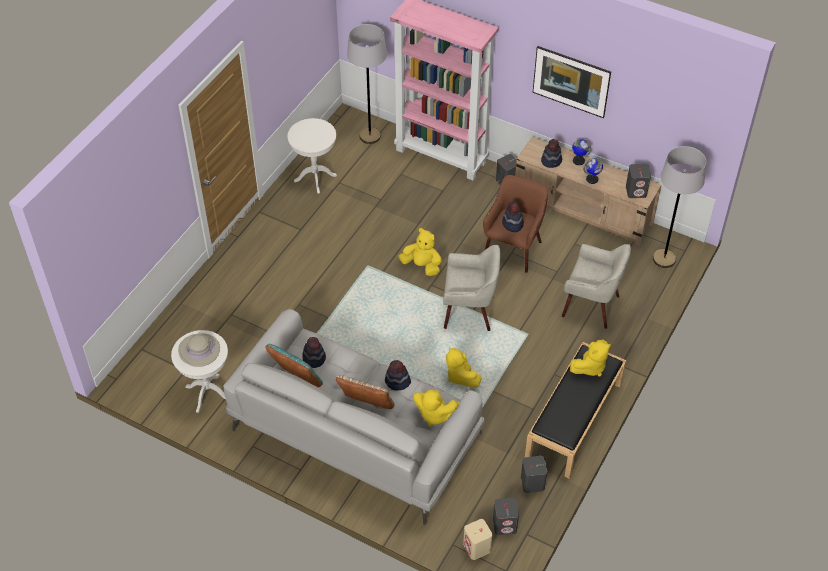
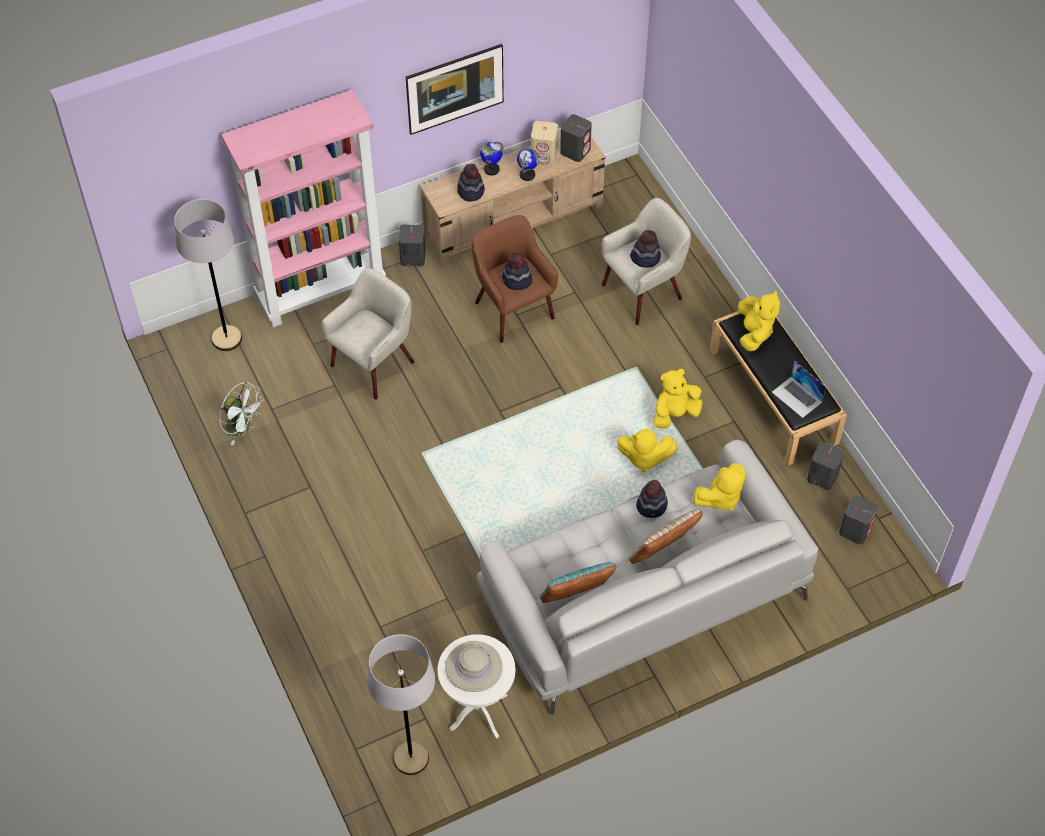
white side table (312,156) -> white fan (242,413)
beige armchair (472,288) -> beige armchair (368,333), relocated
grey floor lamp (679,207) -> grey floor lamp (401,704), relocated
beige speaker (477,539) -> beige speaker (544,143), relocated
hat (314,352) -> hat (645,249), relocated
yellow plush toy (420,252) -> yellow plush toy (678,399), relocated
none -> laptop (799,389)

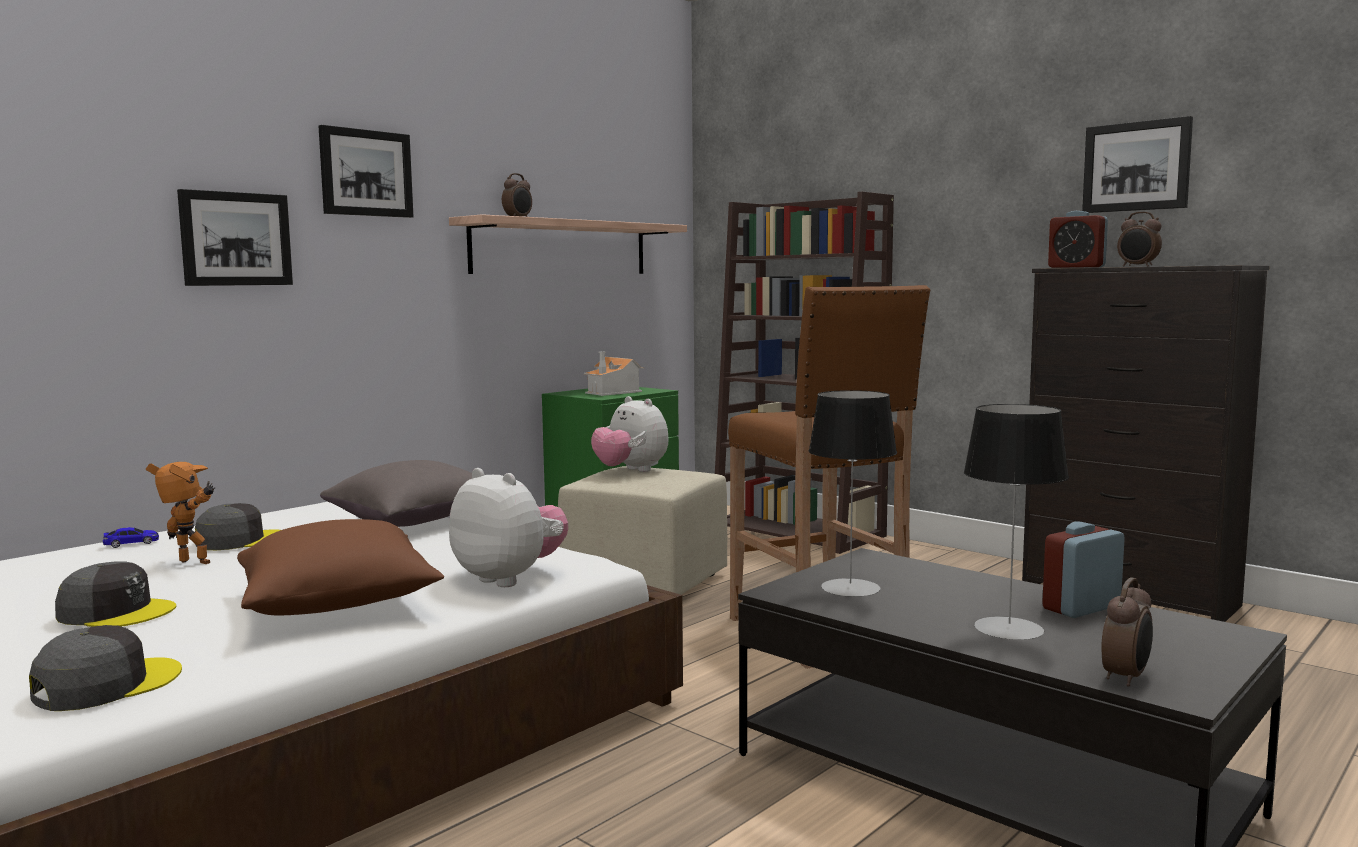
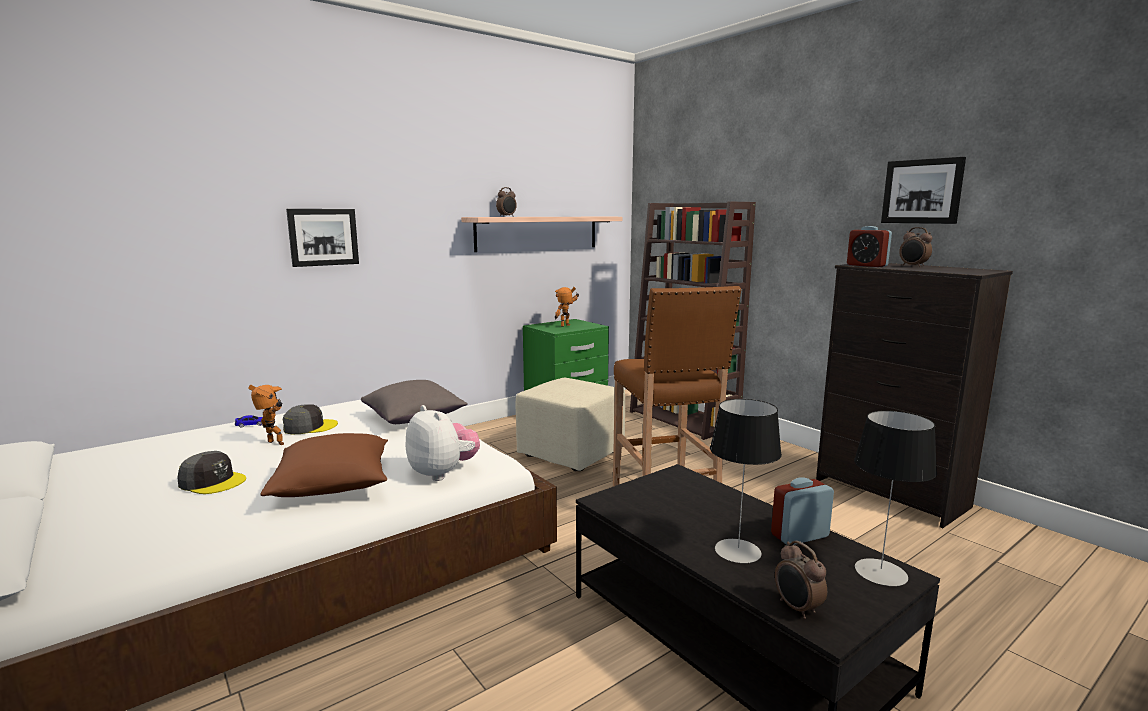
toy house (614,374) -> toy robot (567,307)
alarm clock (1127,632) -> alarm clock (801,580), 105 degrees clockwise
table lamp (853,493) -> table lamp (895,498), relocated
grey cap (105,668) -> none
picture (366,171) -> none
plush toy (630,434) -> none

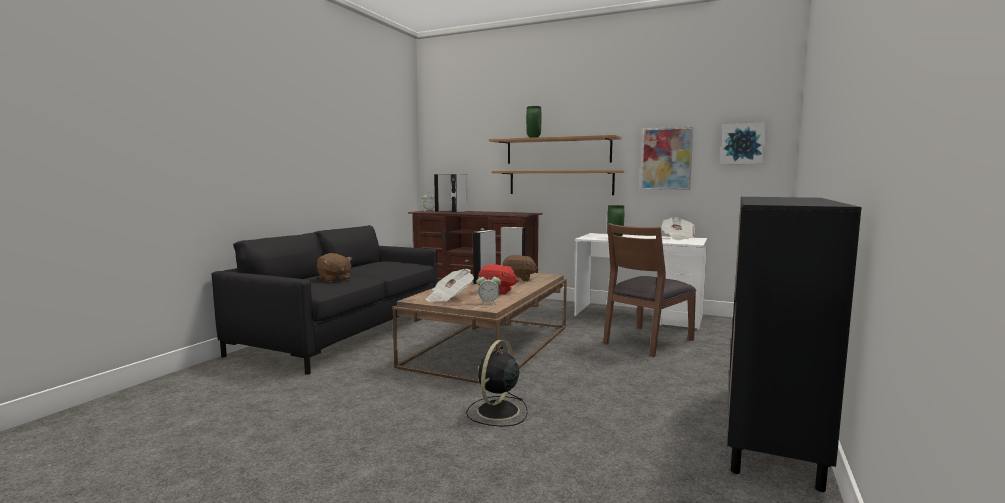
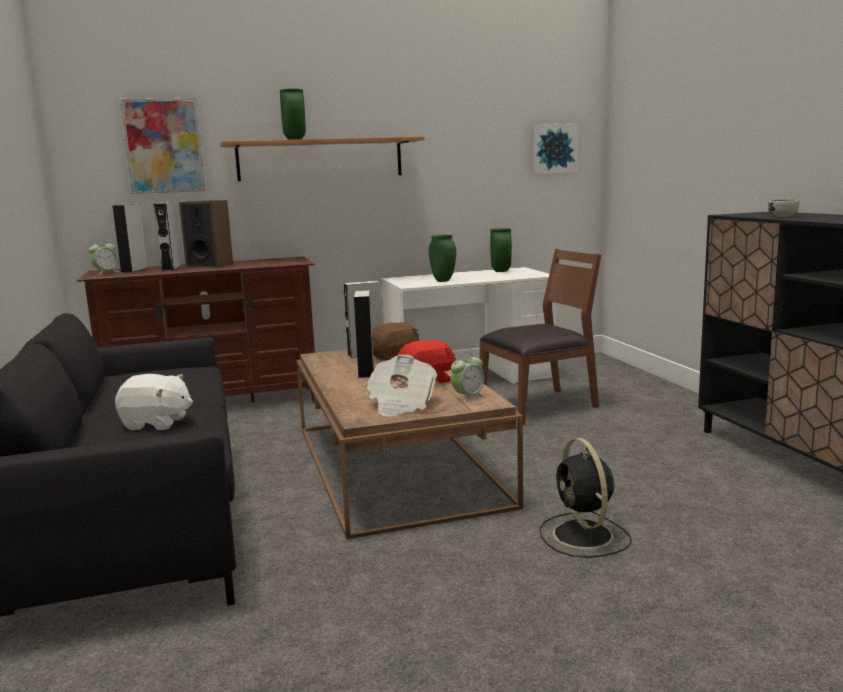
brown plush toy (334,268) -> white plush toy (154,402)
picture (667,158) -> picture (162,146), relocated
none -> speaker (206,234)
brown chair (649,290) -> brown chair (540,337), 120 degrees counterclockwise
newspaper (678,228) -> green vase (501,250)
none -> bowl (783,208)
shelf (558,182) -> none

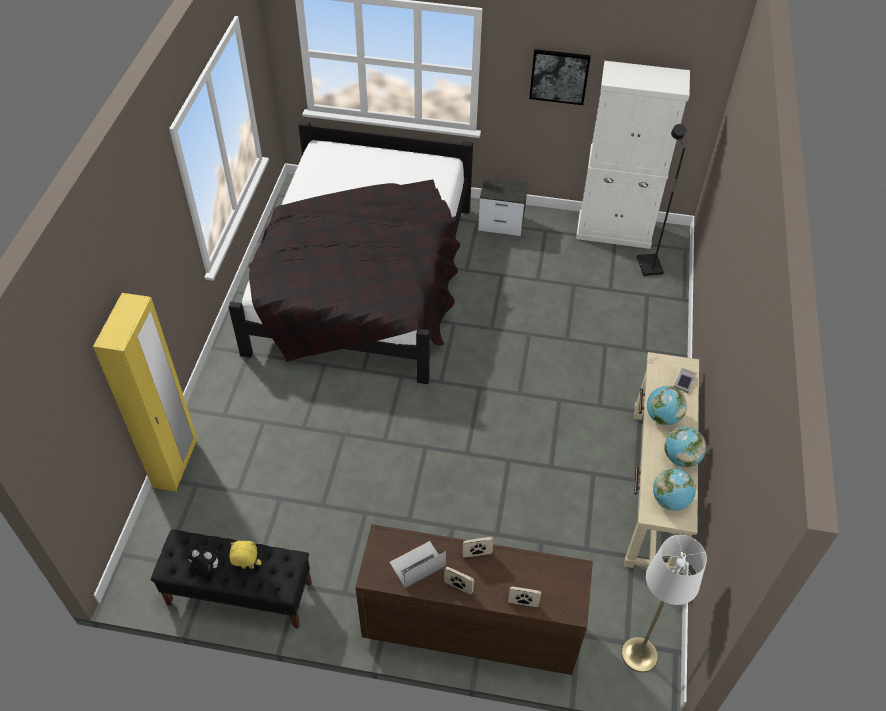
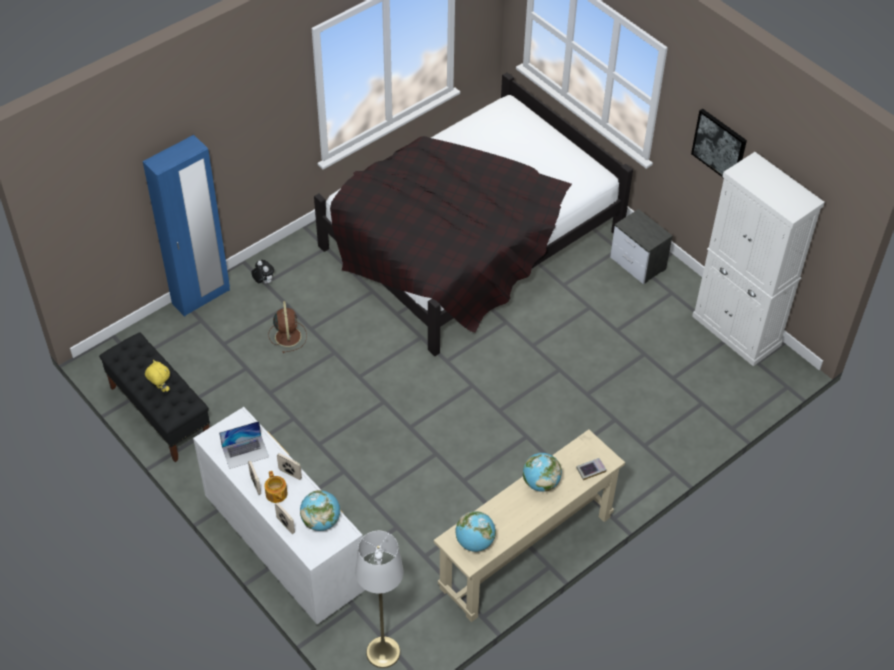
yellow wardrobe (145,392) -> blue wardrobe (186,226)
brown dresser (474,599) -> white dresser (279,515)
laptop (417,564) -> laptop (244,445), 150 degrees clockwise
plush toy (203,560) -> plush toy (262,272), relocated
none -> teapot (276,487)
none -> brown fan (287,327)
globe (685,447) -> globe (320,510), relocated
black floor lamp (661,200) -> none

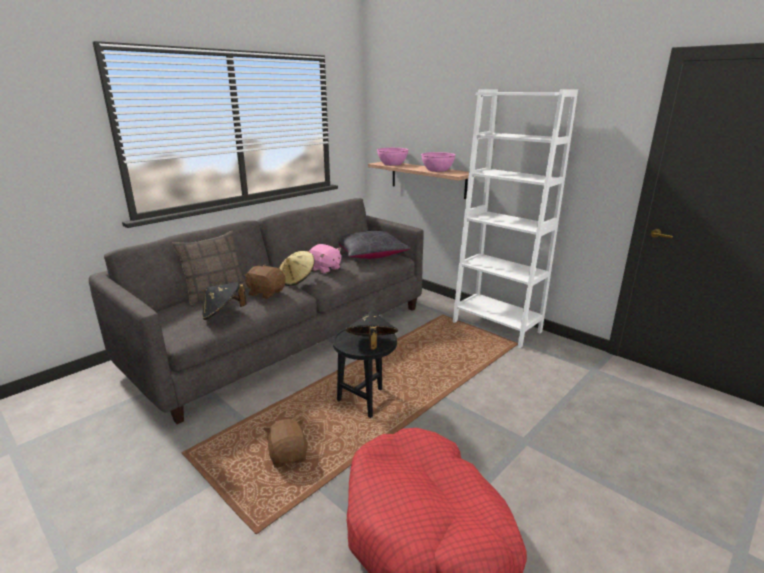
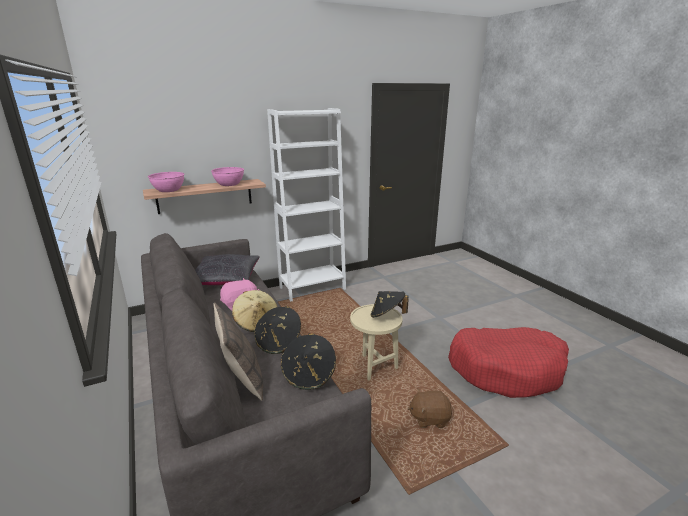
brown plush toy (265,282) -> black hat (277,330)
black side table (365,373) -> beige side table (376,342)

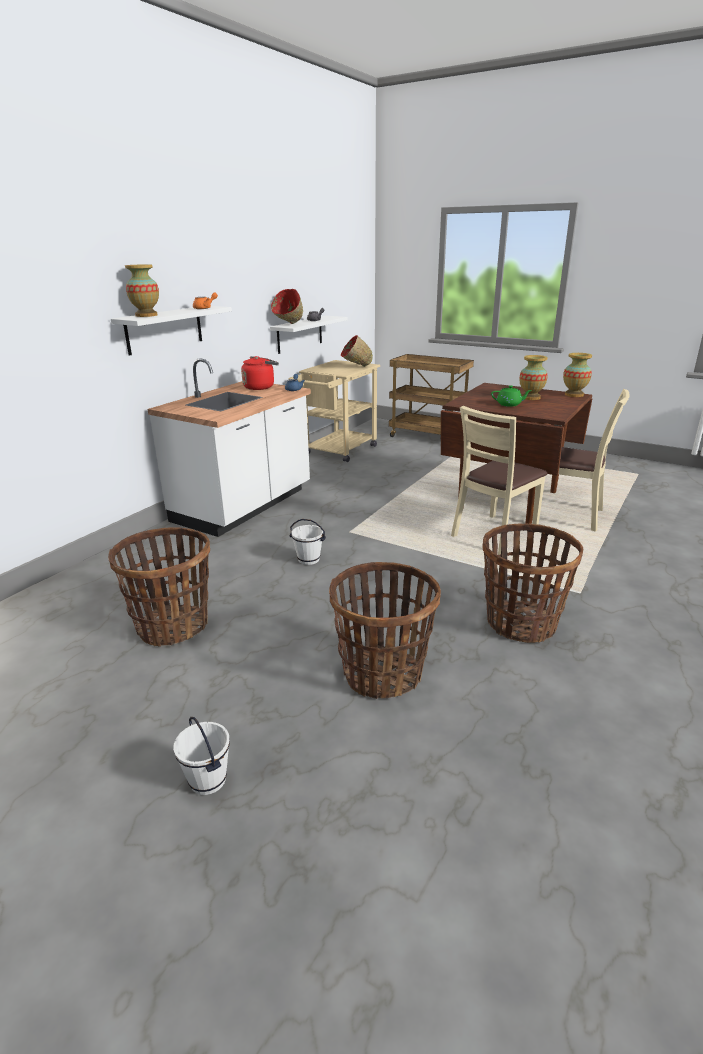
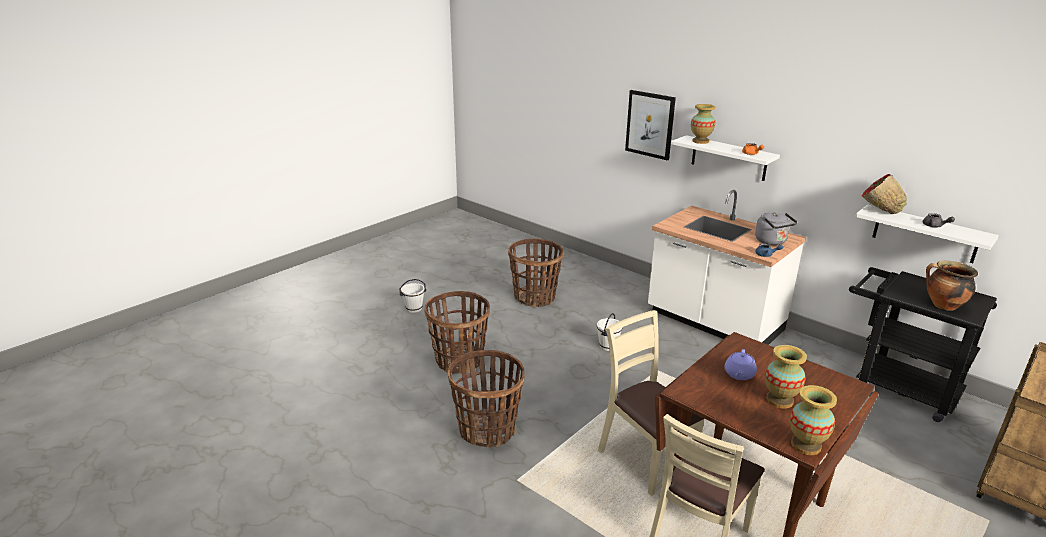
none -> picture (650,125)
green teapot (511,396) -> purple teapot (741,364)
red kettle (260,373) -> grey kettle (776,228)
beige cart (334,411) -> black cart (923,344)
red bowl (357,351) -> cooking pot (952,286)

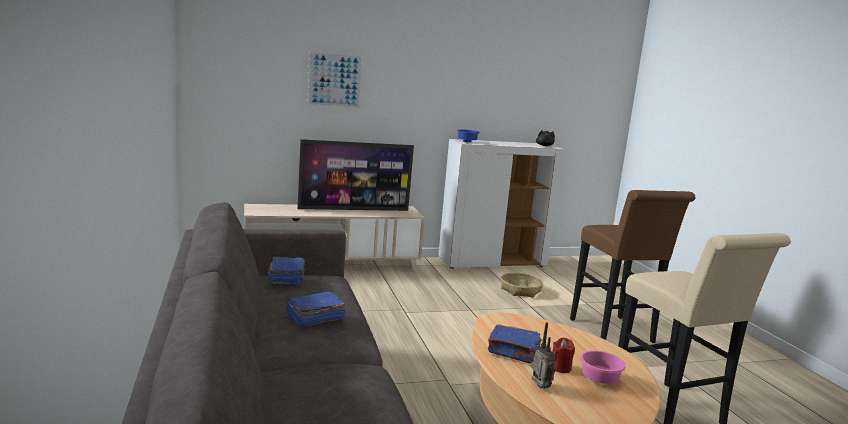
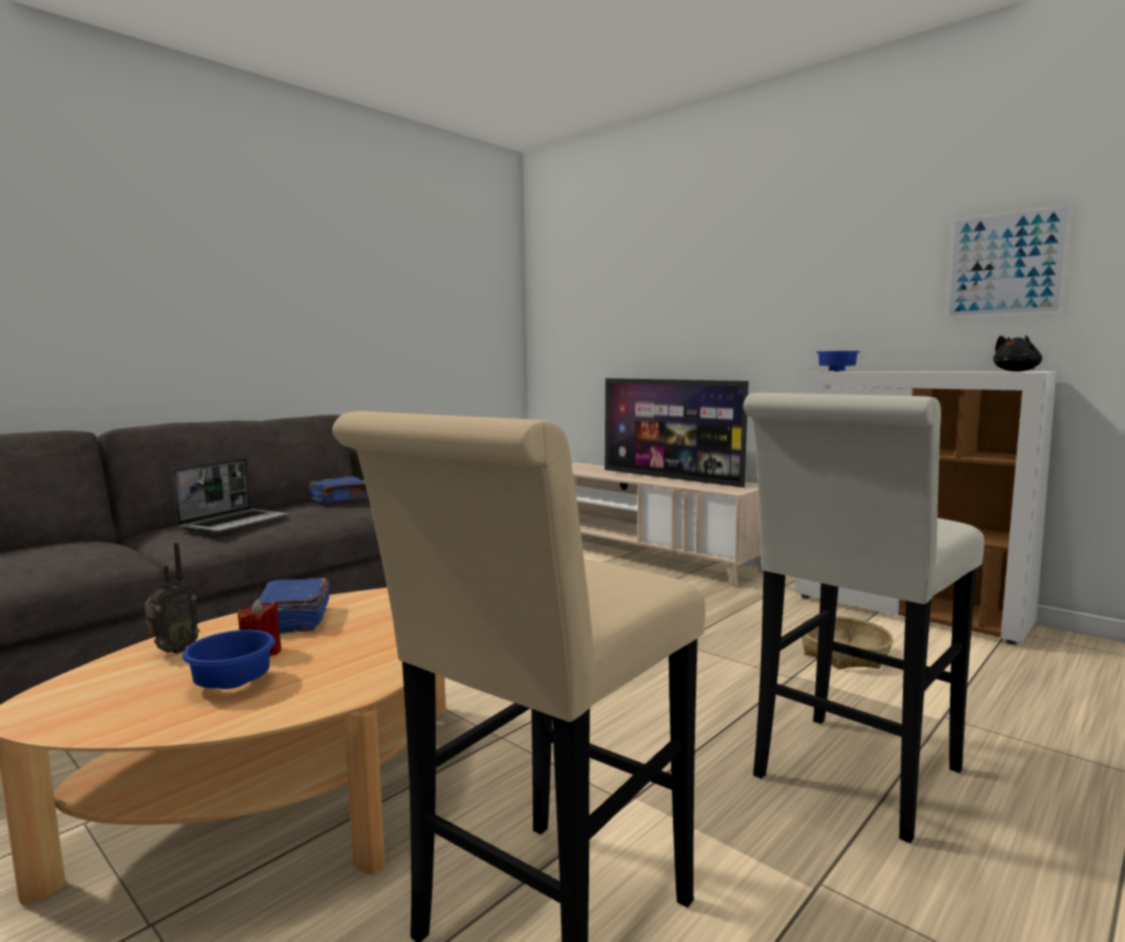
blue book (316,310) -> laptop (230,495)
pink bowl (603,367) -> blue bowl (228,659)
brown stool (633,266) -> white stool (863,618)
picture (335,80) -> picture (1009,261), relocated

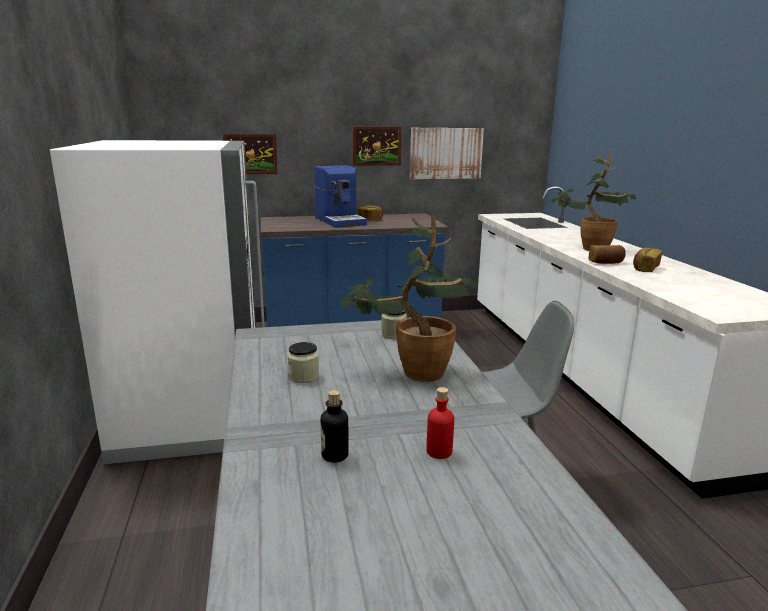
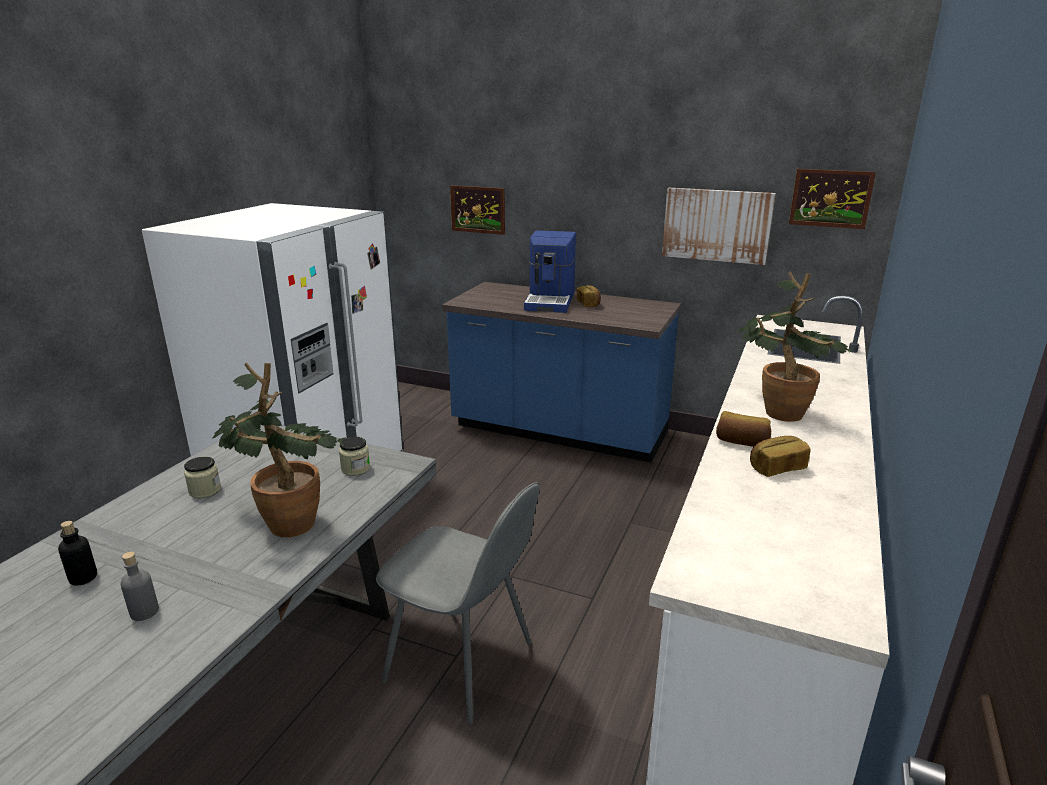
red bottle (440,423) -> grey bottle (140,586)
picture (377,146) -> picture (832,199), relocated

